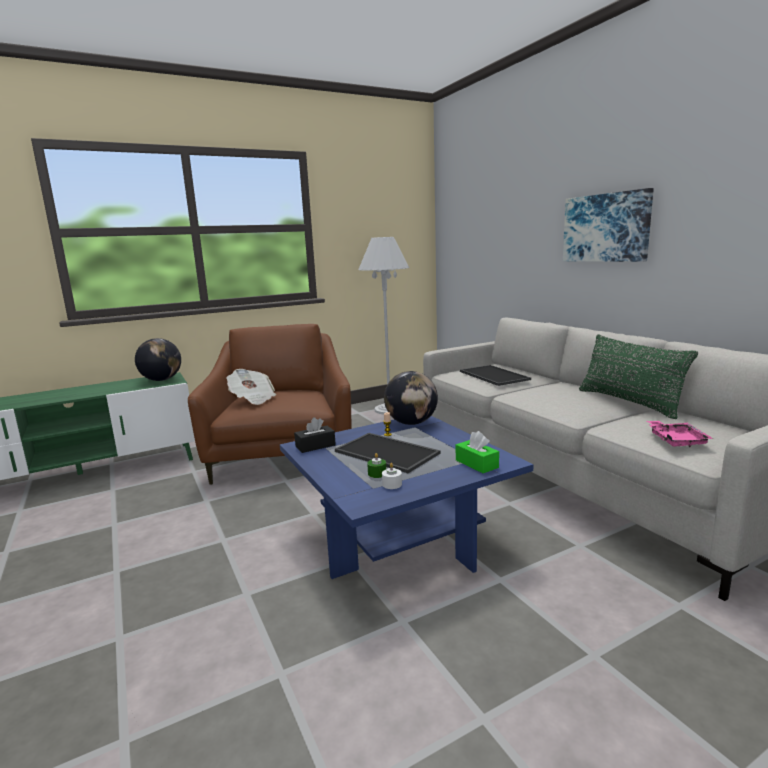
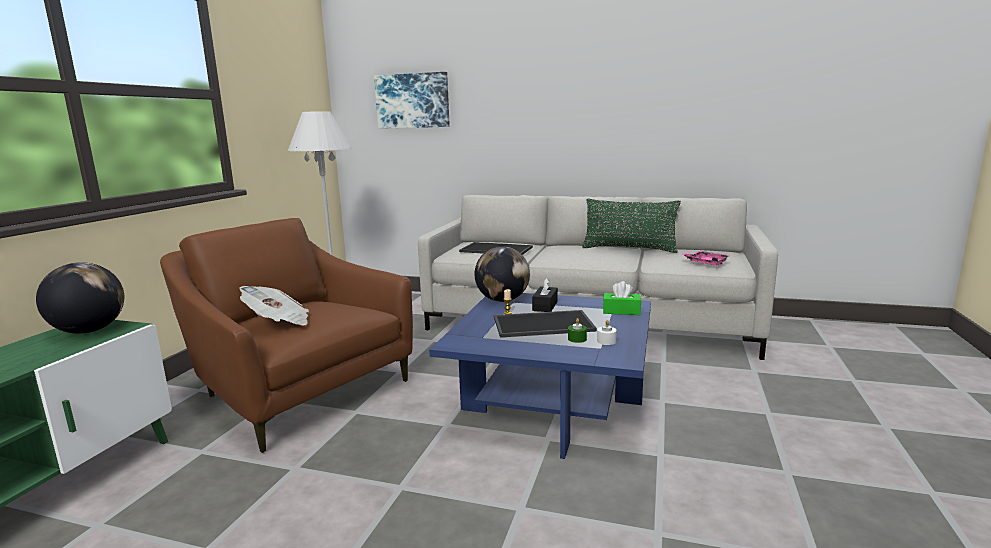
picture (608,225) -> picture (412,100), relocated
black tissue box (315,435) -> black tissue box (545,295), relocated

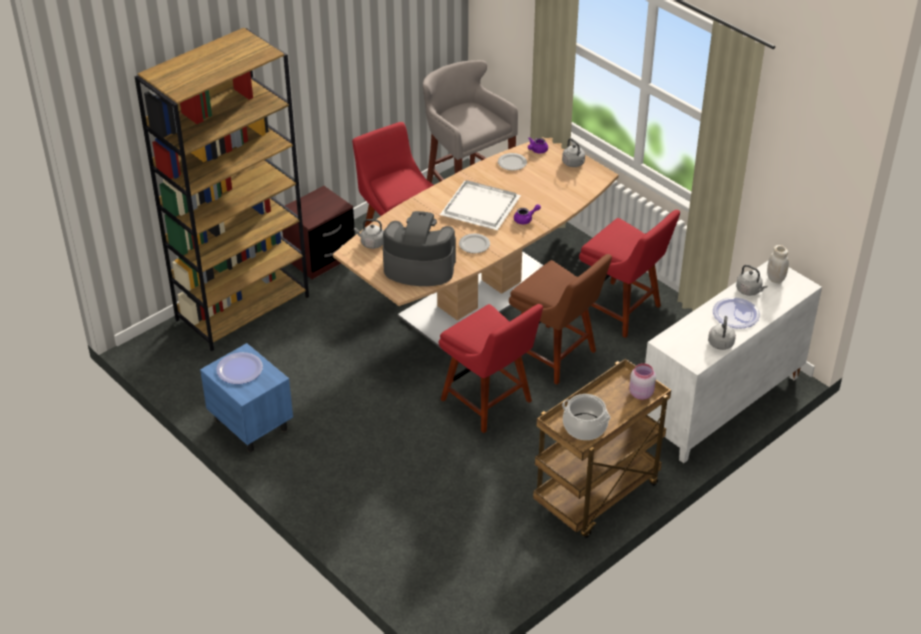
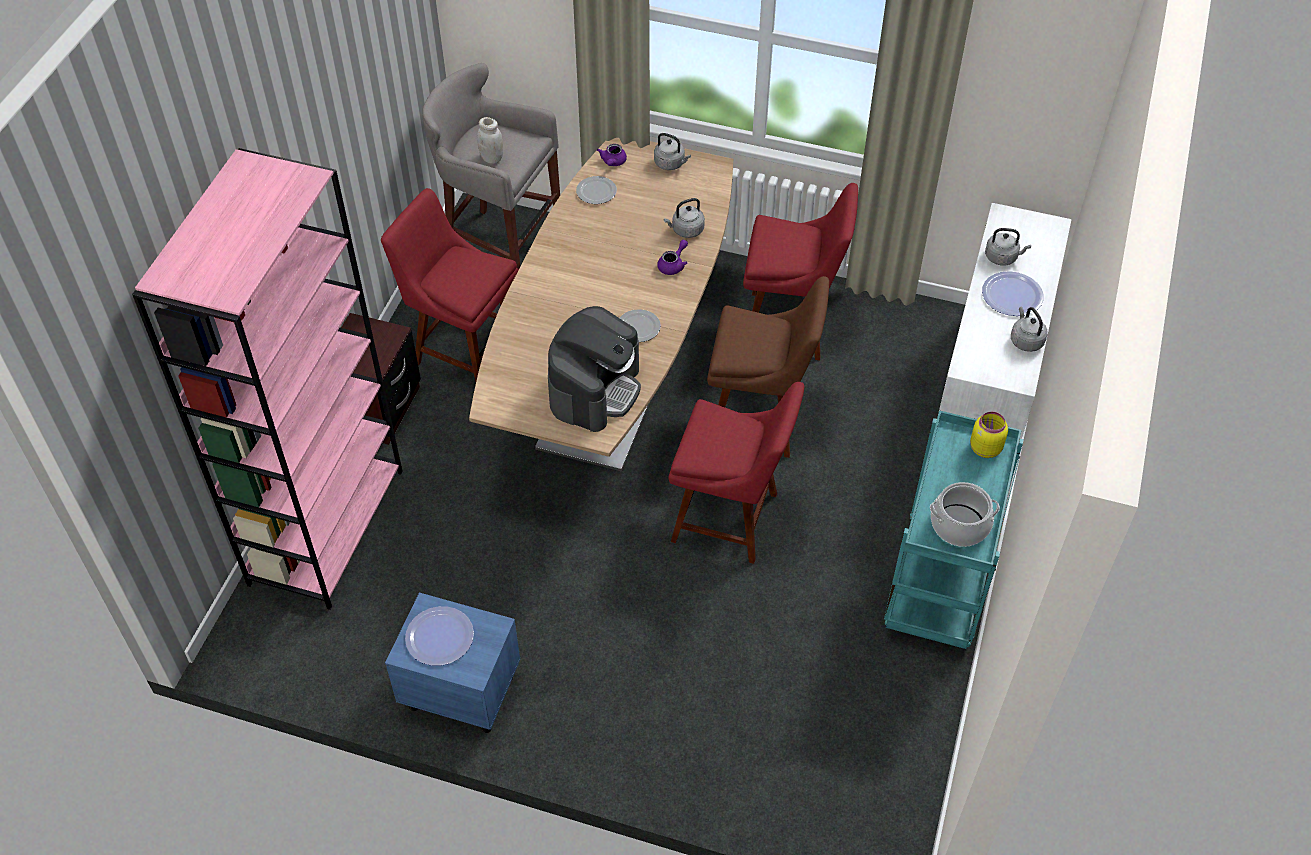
brown bookcase (222,189) -> pink bookcase (267,379)
white jar (778,264) -> white jar (490,140), relocated
coffee machine (419,248) -> coffee machine (594,369), 135 degrees clockwise
grey kettle (369,234) -> grey kettle (684,218), relocated
brown cart (602,448) -> turquoise cart (954,529)
pink jar (642,381) -> yellow jar (989,435)
white tray (480,205) -> none

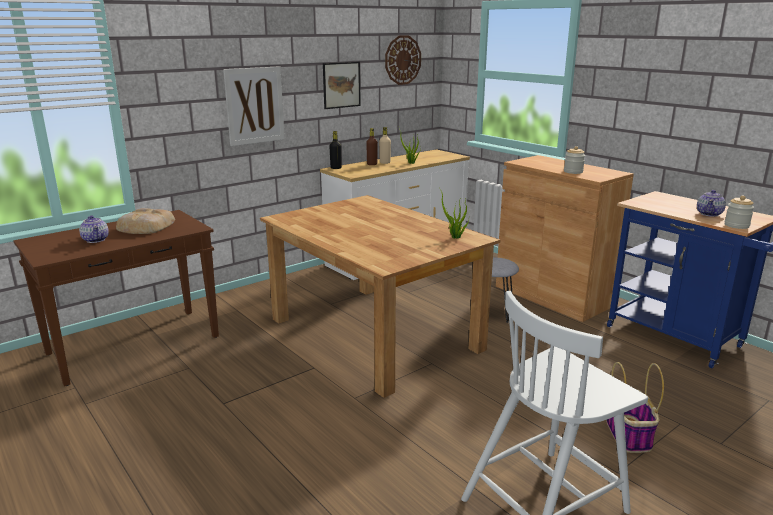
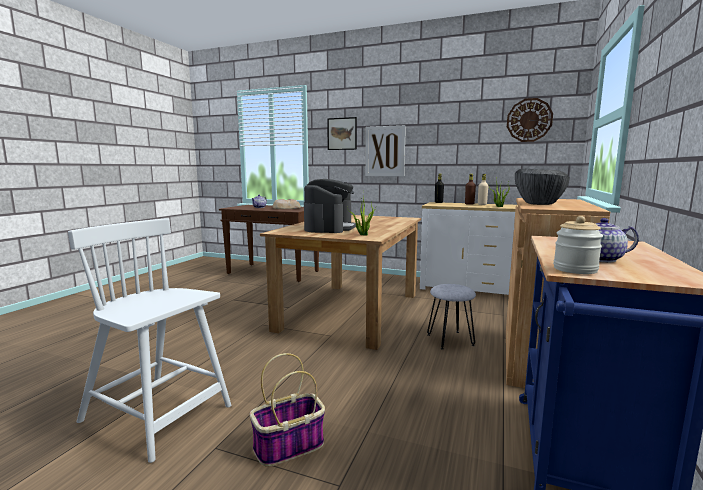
none -> coffee machine (330,206)
picture (342,85) -> picture (342,133), relocated
jar (574,160) -> bowl (542,187)

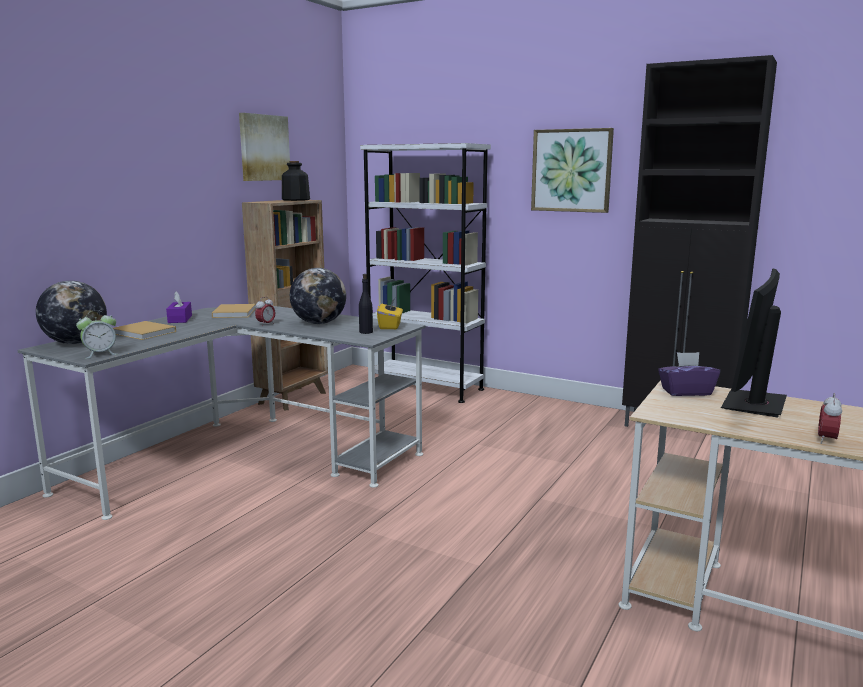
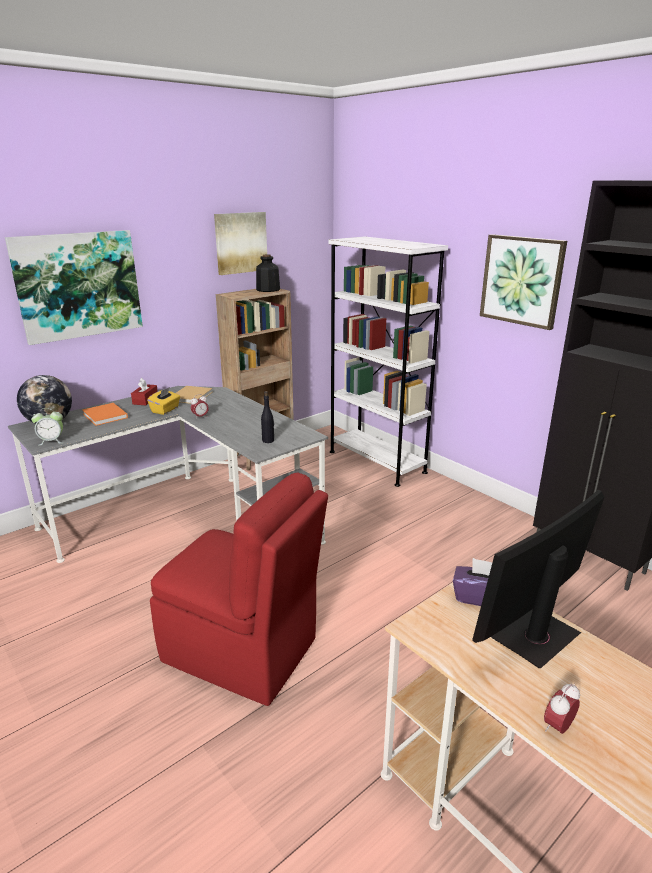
none -> picture (74,287)
beige book (144,330) -> orange book (105,414)
purple tissue box (179,307) -> red tissue box (144,391)
yellow tissue box (390,313) -> yellow tissue box (163,401), relocated
none -> red chair (239,589)
globe (318,296) -> none

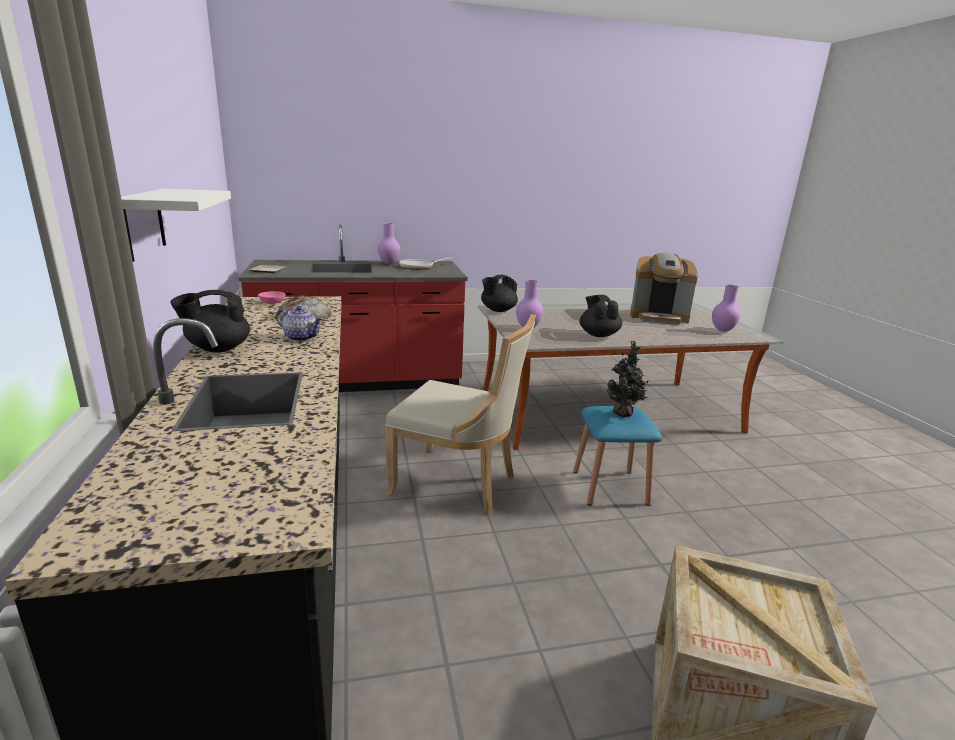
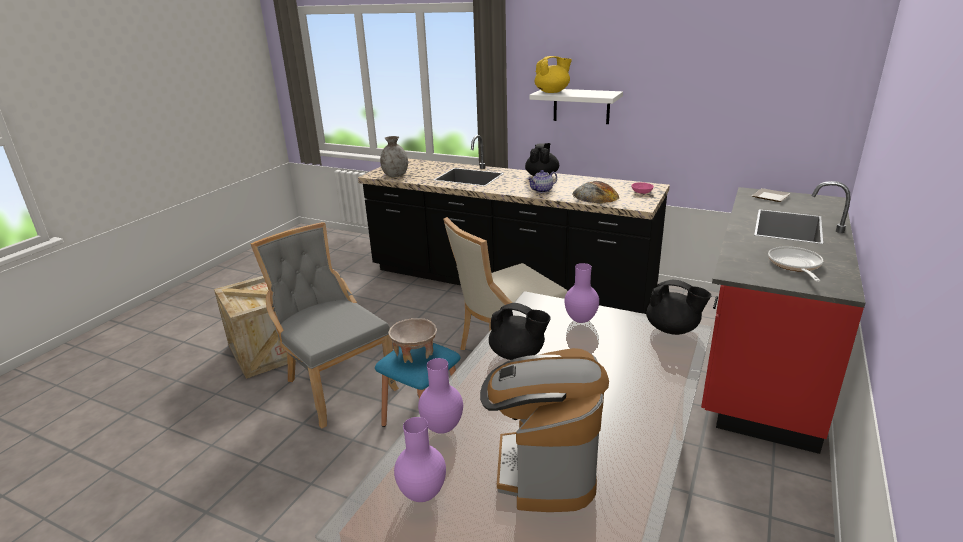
none -> grey chair (324,325)
none -> grey vase (394,156)
potted plant (628,378) -> beige bowl (412,340)
purple vase (389,243) -> purple vase (440,396), relocated
coffee machine (664,289) -> coffee machine (544,430), 45 degrees counterclockwise
none -> yellow teapot (553,74)
black teapot (499,293) -> black teapot (678,307), 120 degrees clockwise

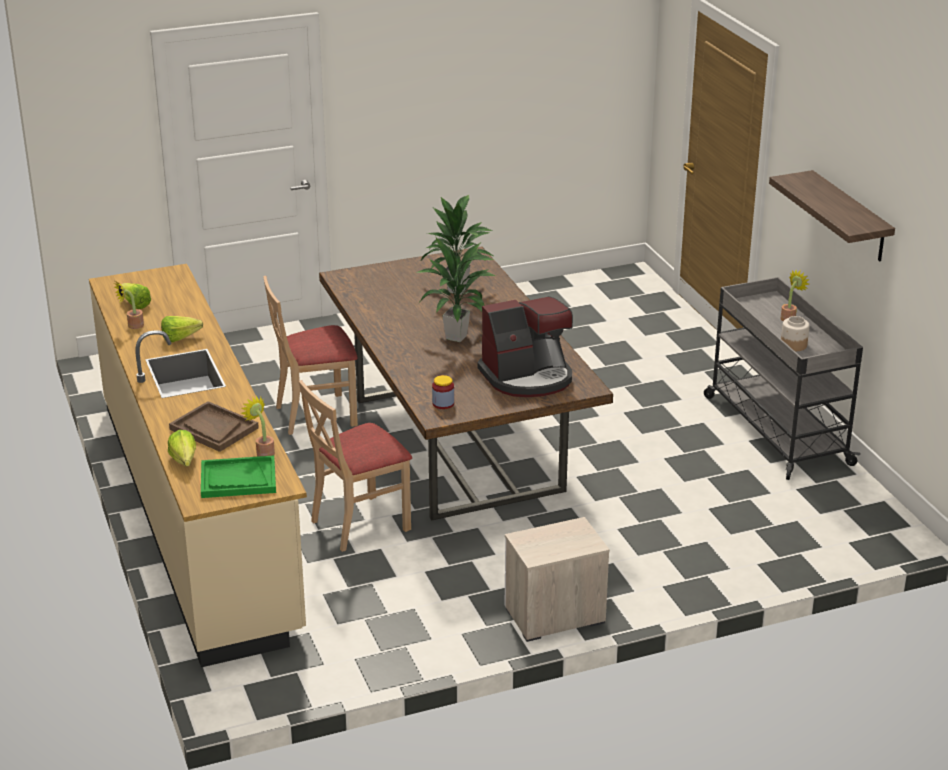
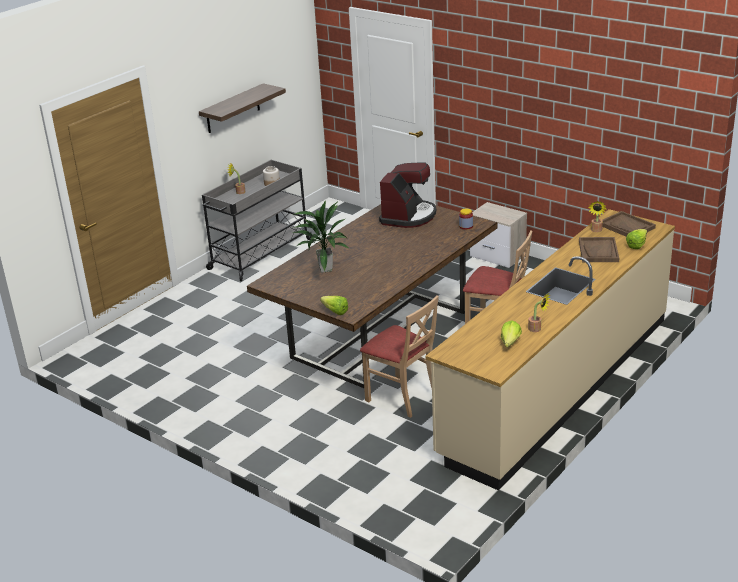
lettuce (182,329) -> lettuce (334,305), relocated
coffee machine (525,346) -> coffee machine (407,195), 75 degrees clockwise
green tray (238,477) -> brown tray (629,224)
potted plant (456,290) -> none

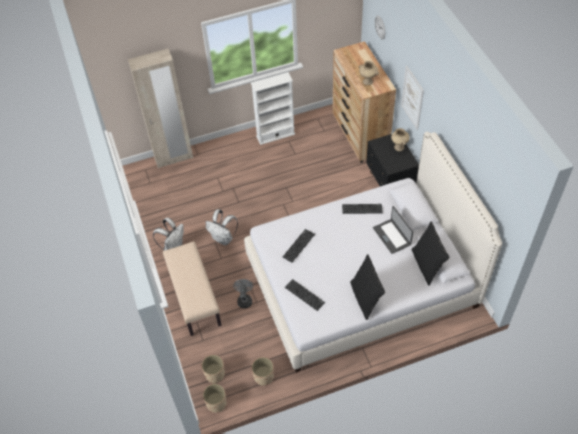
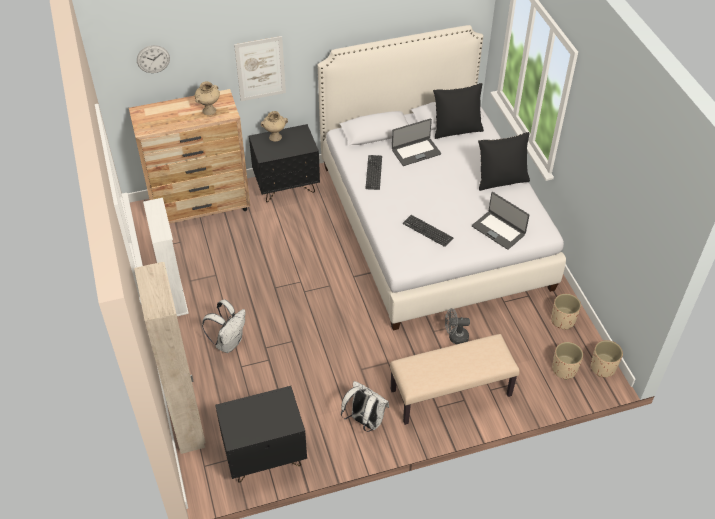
white backpack (222,227) -> white backpack (224,326), relocated
none -> black nightstand (261,434)
keyboard (305,295) -> laptop (500,221)

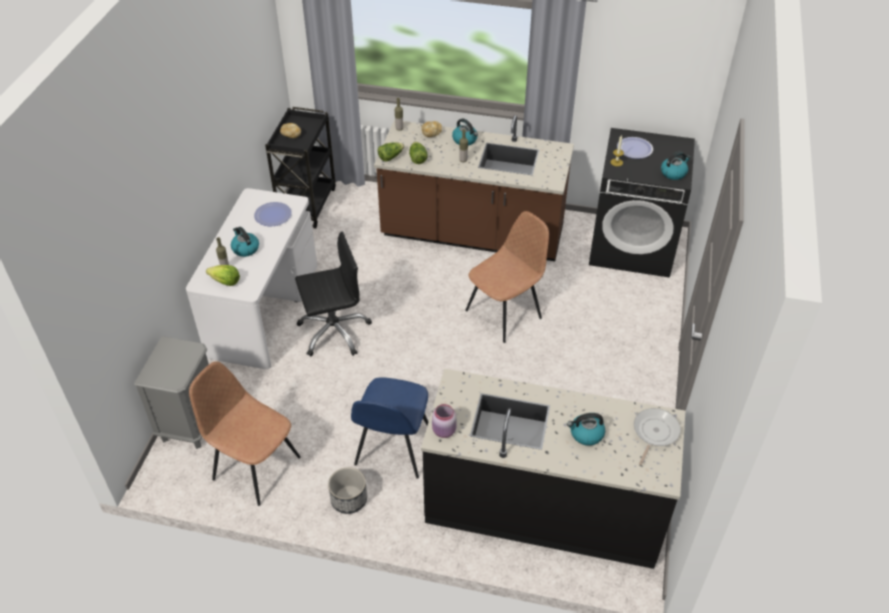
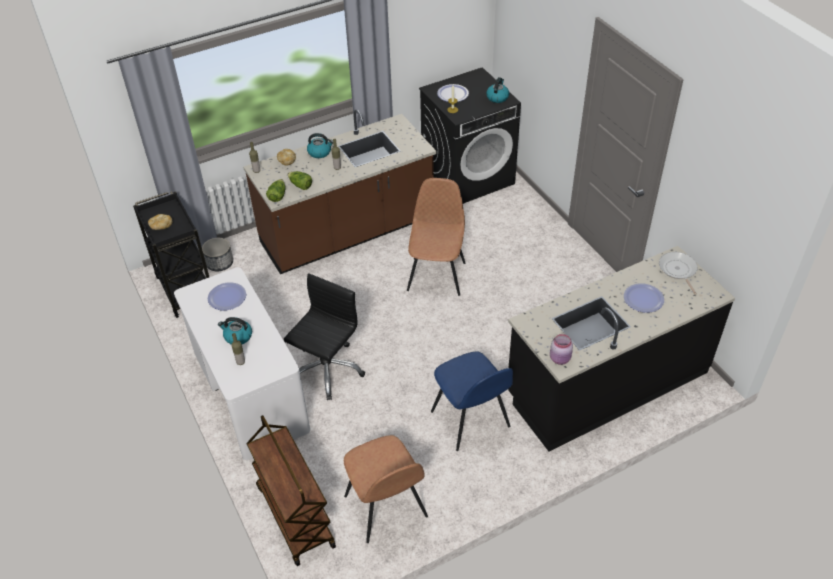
planter (347,490) -> planter (217,254), relocated
grey nightstand (171,392) -> brown cart (291,490)
brown chair (245,433) -> brown chair (386,489), 105 degrees counterclockwise
kettle (586,429) -> plate (644,298)
lettuce (223,275) -> none

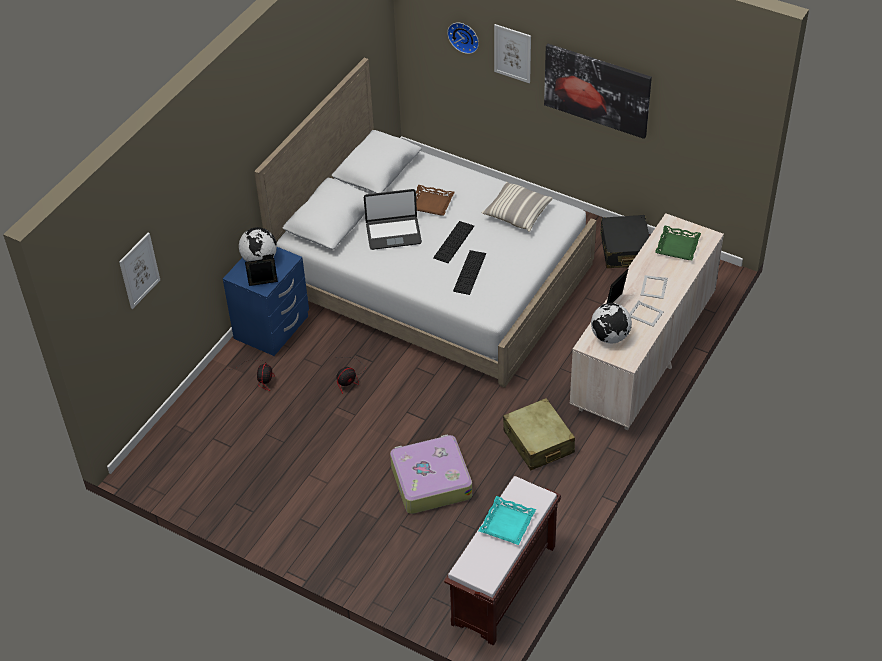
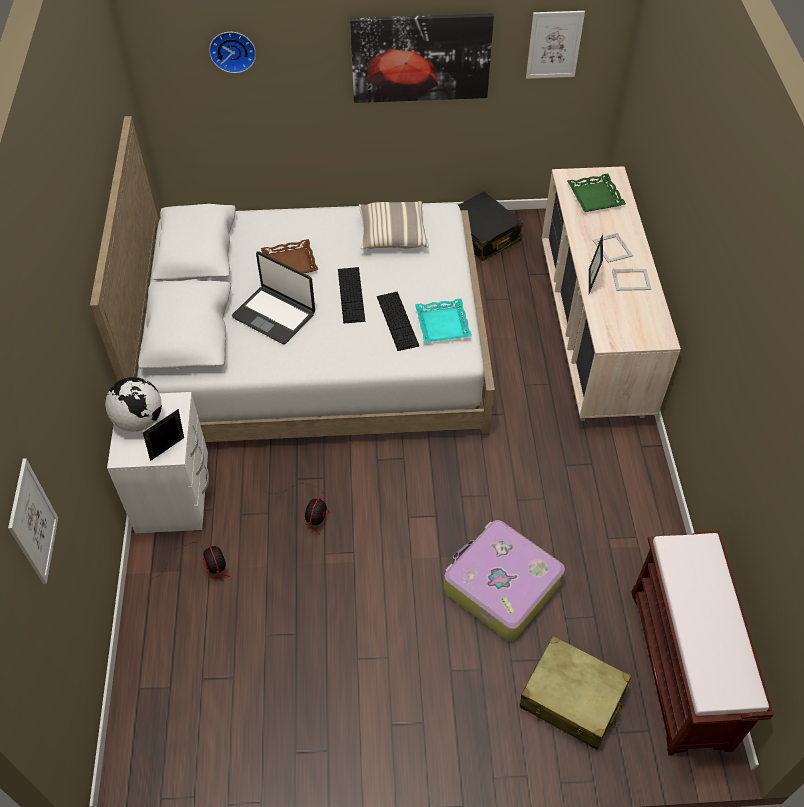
blue nightstand (266,301) -> white nightstand (158,462)
laptop (393,219) -> laptop (273,297), 75 degrees clockwise
turquoise tray (507,520) -> turquoise tray (443,320), relocated
beige suitcase (539,434) -> beige suitcase (575,692), relocated
picture (512,53) -> picture (555,45), relocated
globe (611,323) -> none

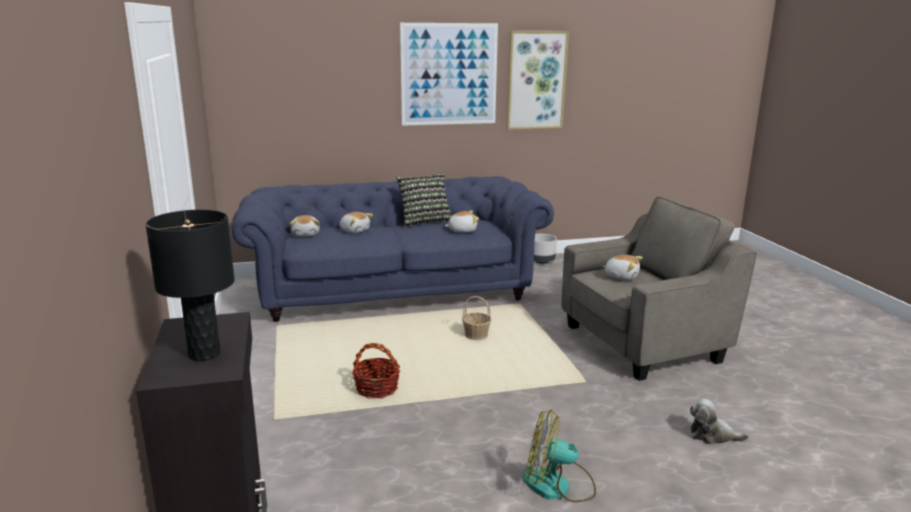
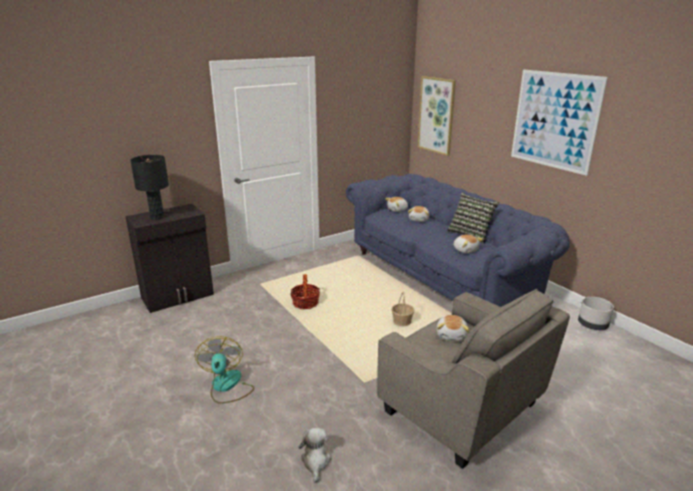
picture (537,80) -> picture (437,116), relocated

